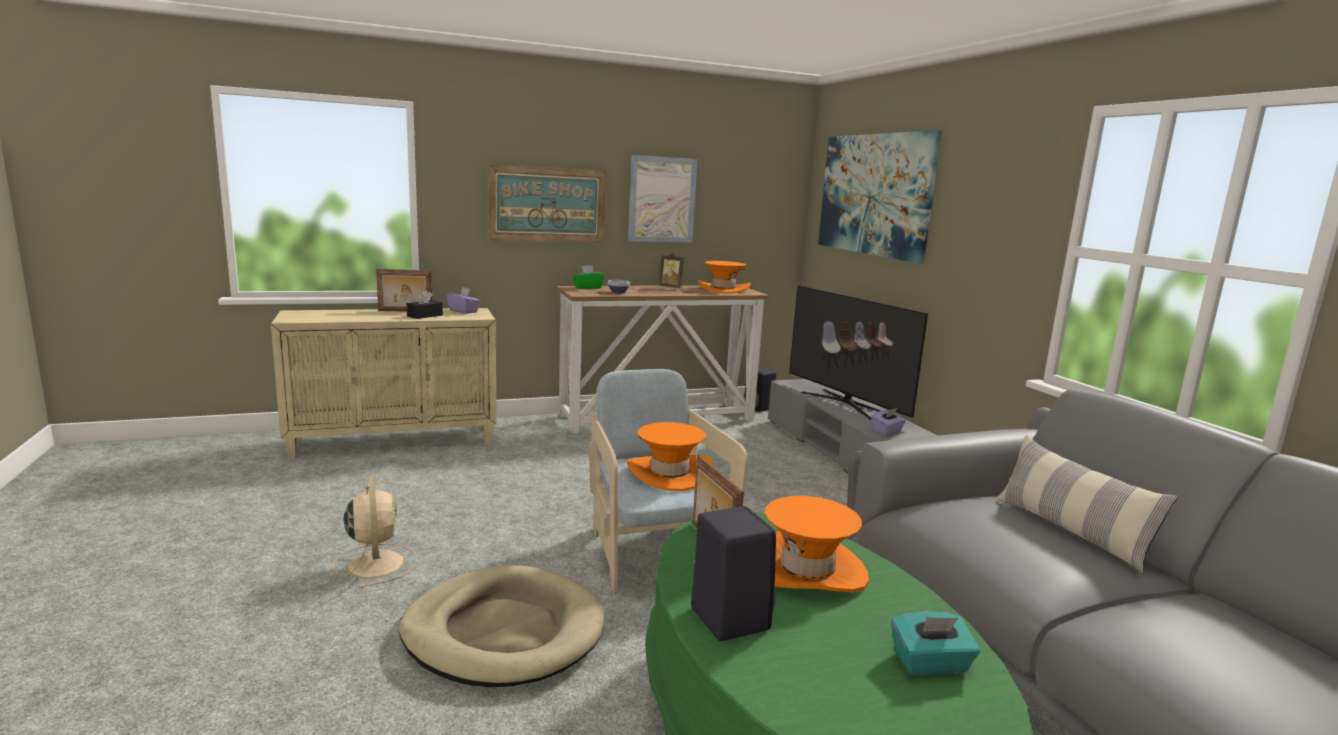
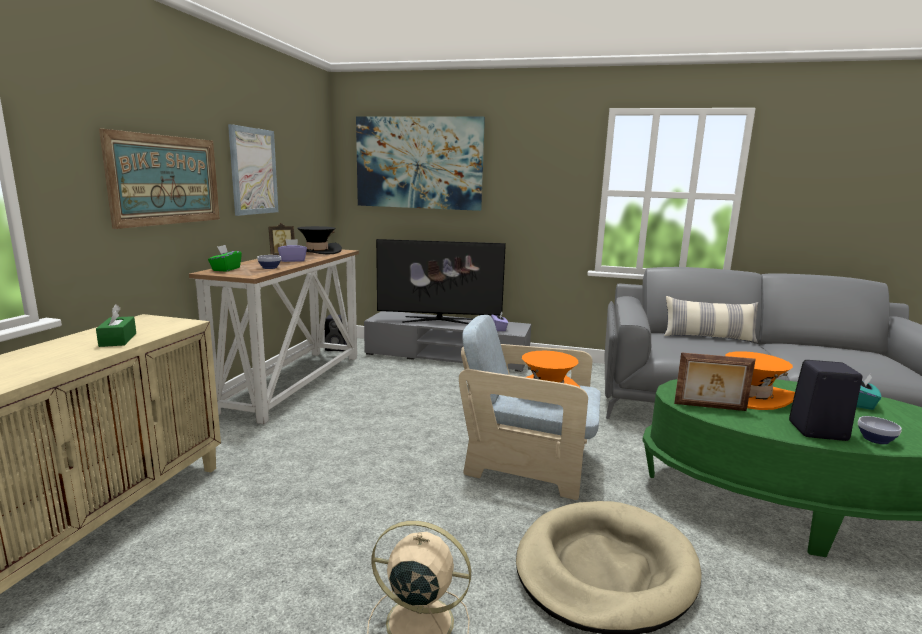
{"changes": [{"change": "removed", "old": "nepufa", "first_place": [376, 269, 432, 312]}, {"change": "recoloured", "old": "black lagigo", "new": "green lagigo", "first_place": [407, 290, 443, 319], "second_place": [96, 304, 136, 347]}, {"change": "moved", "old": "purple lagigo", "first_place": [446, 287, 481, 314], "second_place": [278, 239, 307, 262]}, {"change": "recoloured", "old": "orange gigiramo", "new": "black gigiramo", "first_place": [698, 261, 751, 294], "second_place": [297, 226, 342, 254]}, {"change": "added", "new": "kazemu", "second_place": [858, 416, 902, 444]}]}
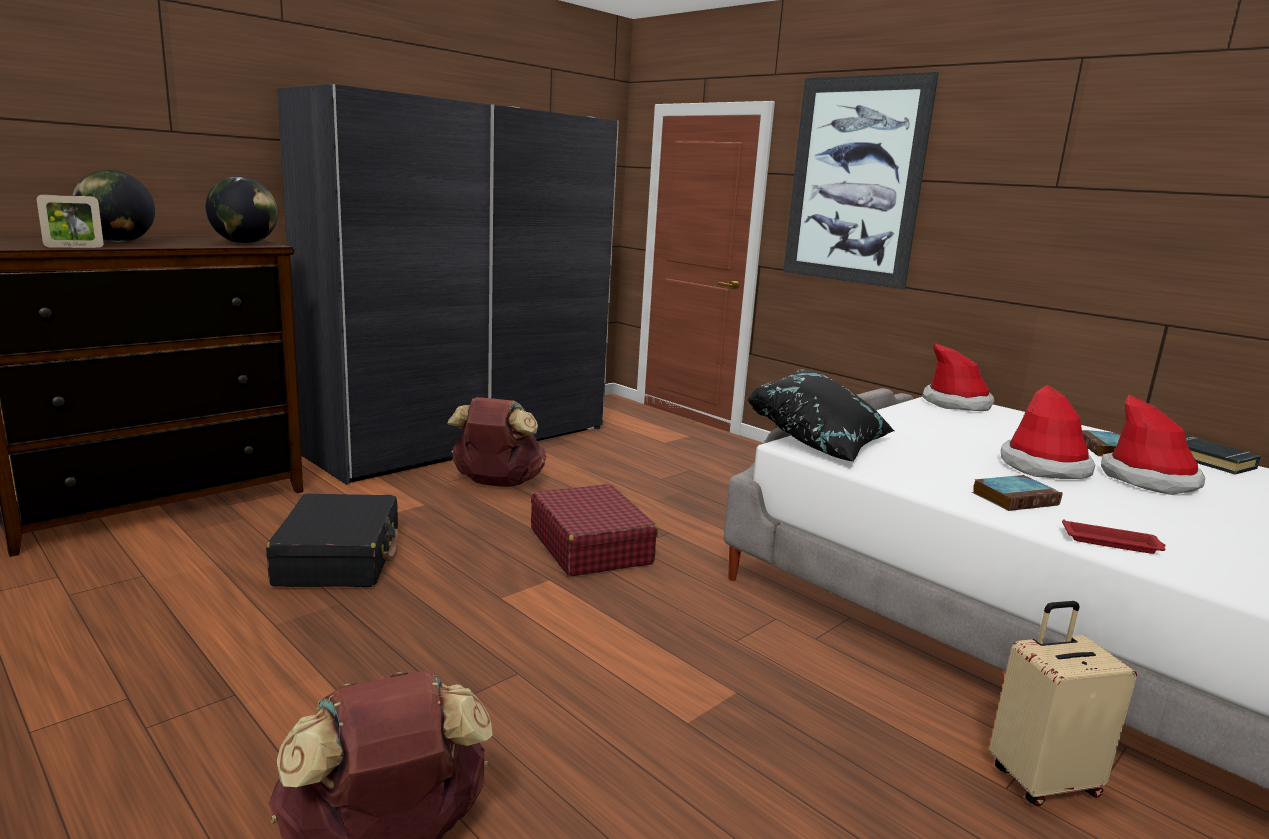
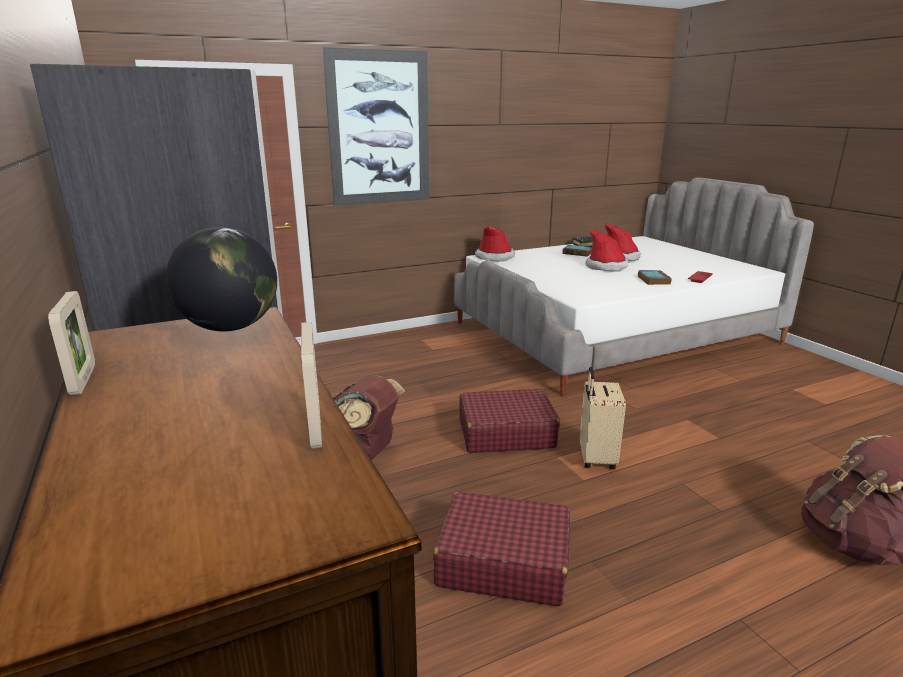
{"changes": [{"change": "removed", "old": "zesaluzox", "first_place": [72, 170, 155, 242]}, {"change": "recoloured", "old": "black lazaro", "new": "red lazaro", "first_place": [266, 494, 398, 587], "second_place": [433, 492, 570, 606]}, {"change": "removed", "old": "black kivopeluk", "first_place": [748, 369, 894, 462]}, {"change": "moved", "old": "beige lazaro", "first_place": [989, 601, 1137, 806], "second_place": [580, 367, 626, 469]}, {"change": "added", "new": "nepufa", "second_place": [48, 291, 95, 396]}]}
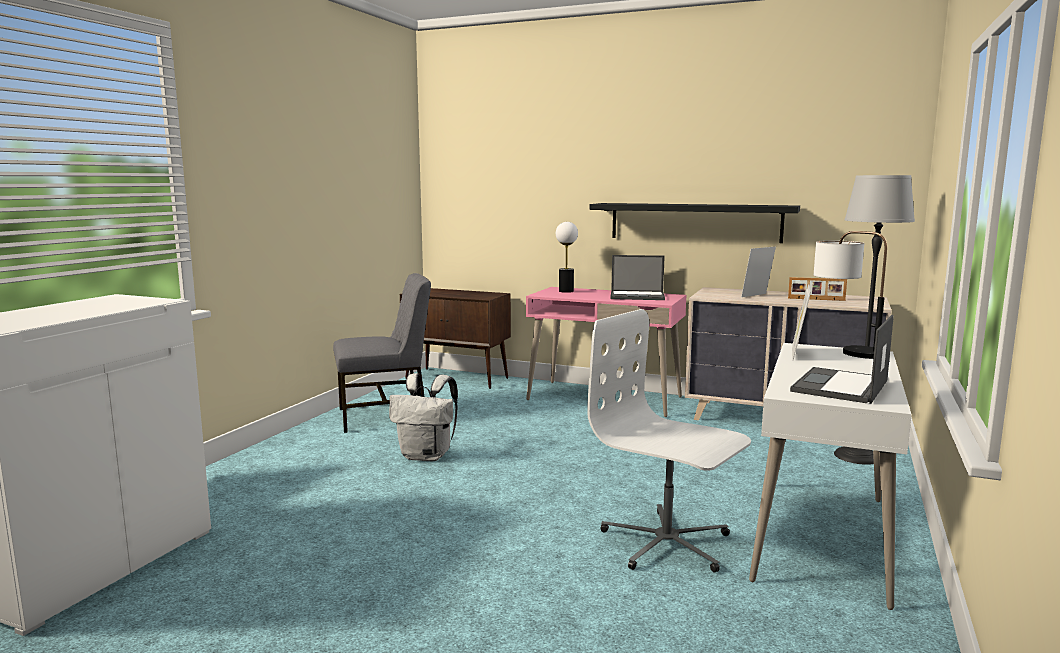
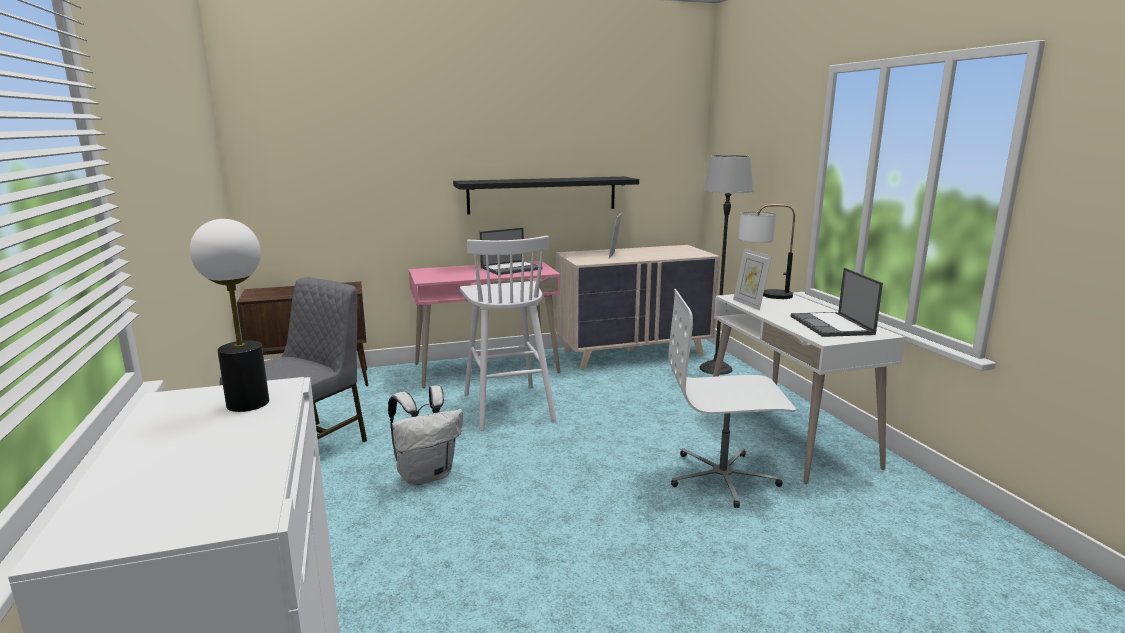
{"changes": [{"change": "moved", "old": "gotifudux", "first_place": [556, 222, 578, 293], "second_place": [190, 219, 269, 412]}, {"change": "removed", "old": "nepufa", "first_place": [788, 277, 847, 301]}, {"change": "added", "new": "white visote", "second_place": [460, 236, 556, 431]}]}
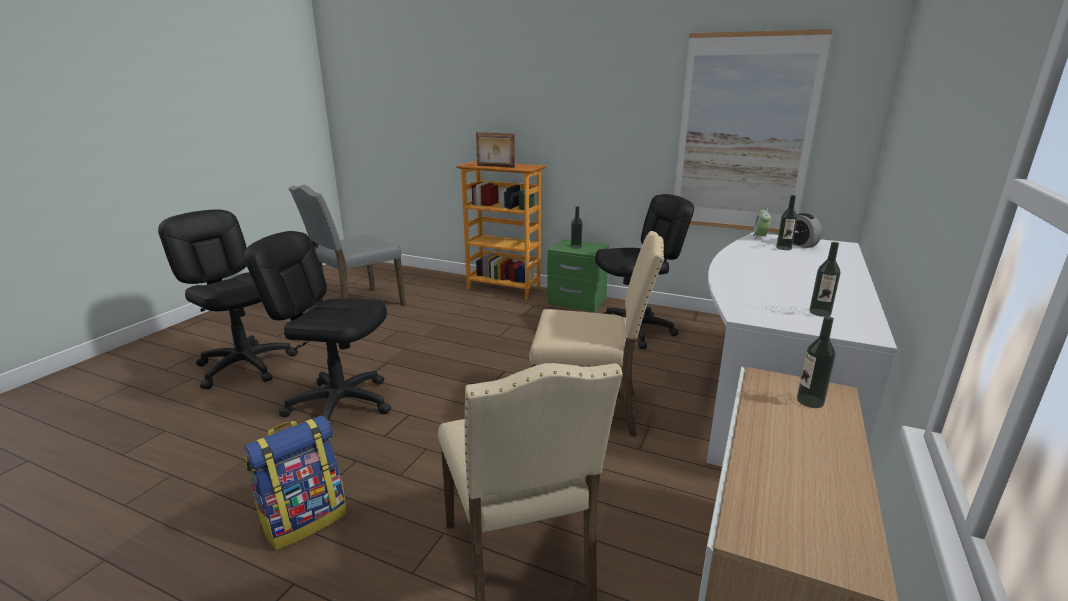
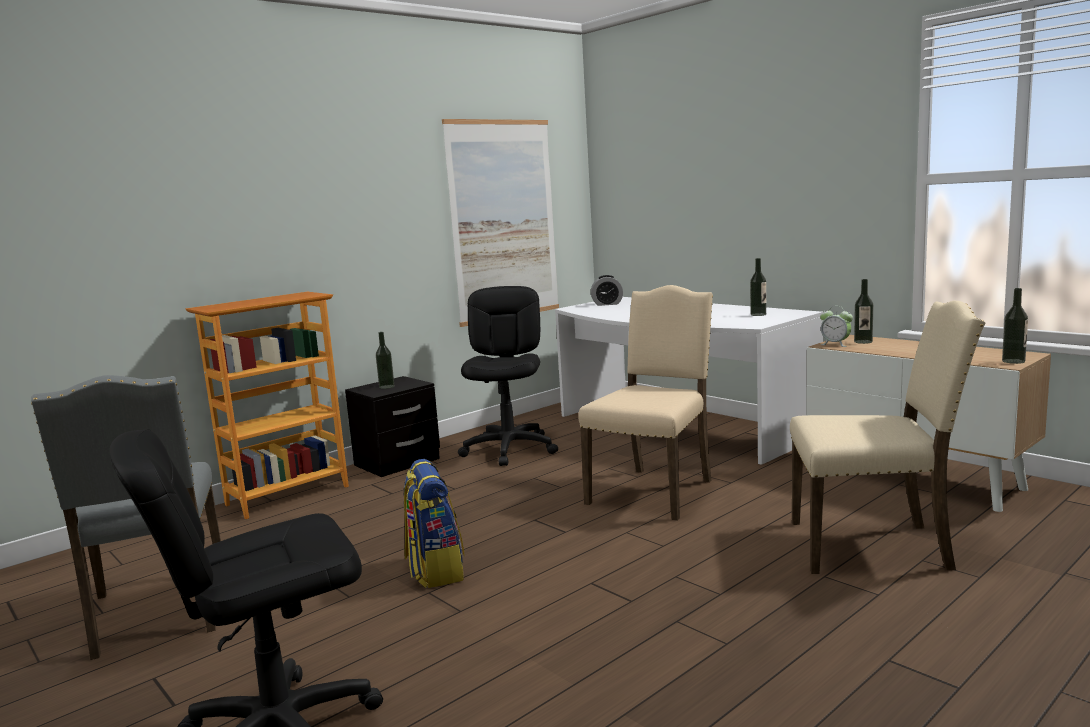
{"changes": [{"change": "removed", "old": "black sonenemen", "first_place": [244, 231, 391, 421]}, {"change": "moved", "old": "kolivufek", "first_place": [244, 416, 347, 550], "second_place": [404, 459, 465, 588]}, {"change": "removed", "old": "nepufa", "first_place": [476, 132, 515, 168]}, {"change": "recoloured", "old": "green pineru", "new": "black pineru", "first_place": [547, 239, 609, 312], "second_place": [345, 376, 440, 477]}, {"change": "moved", "old": "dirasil", "first_place": [753, 208, 771, 240], "second_place": [820, 306, 853, 347]}, {"change": "moved", "old": "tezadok", "first_place": [776, 195, 797, 250], "second_place": [1002, 288, 1028, 364]}]}
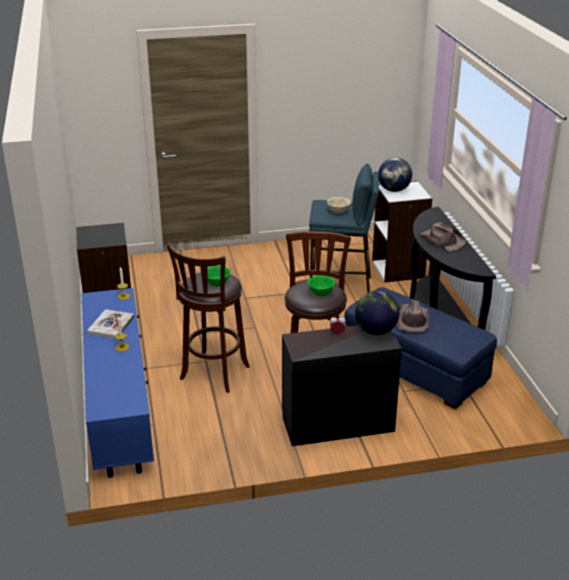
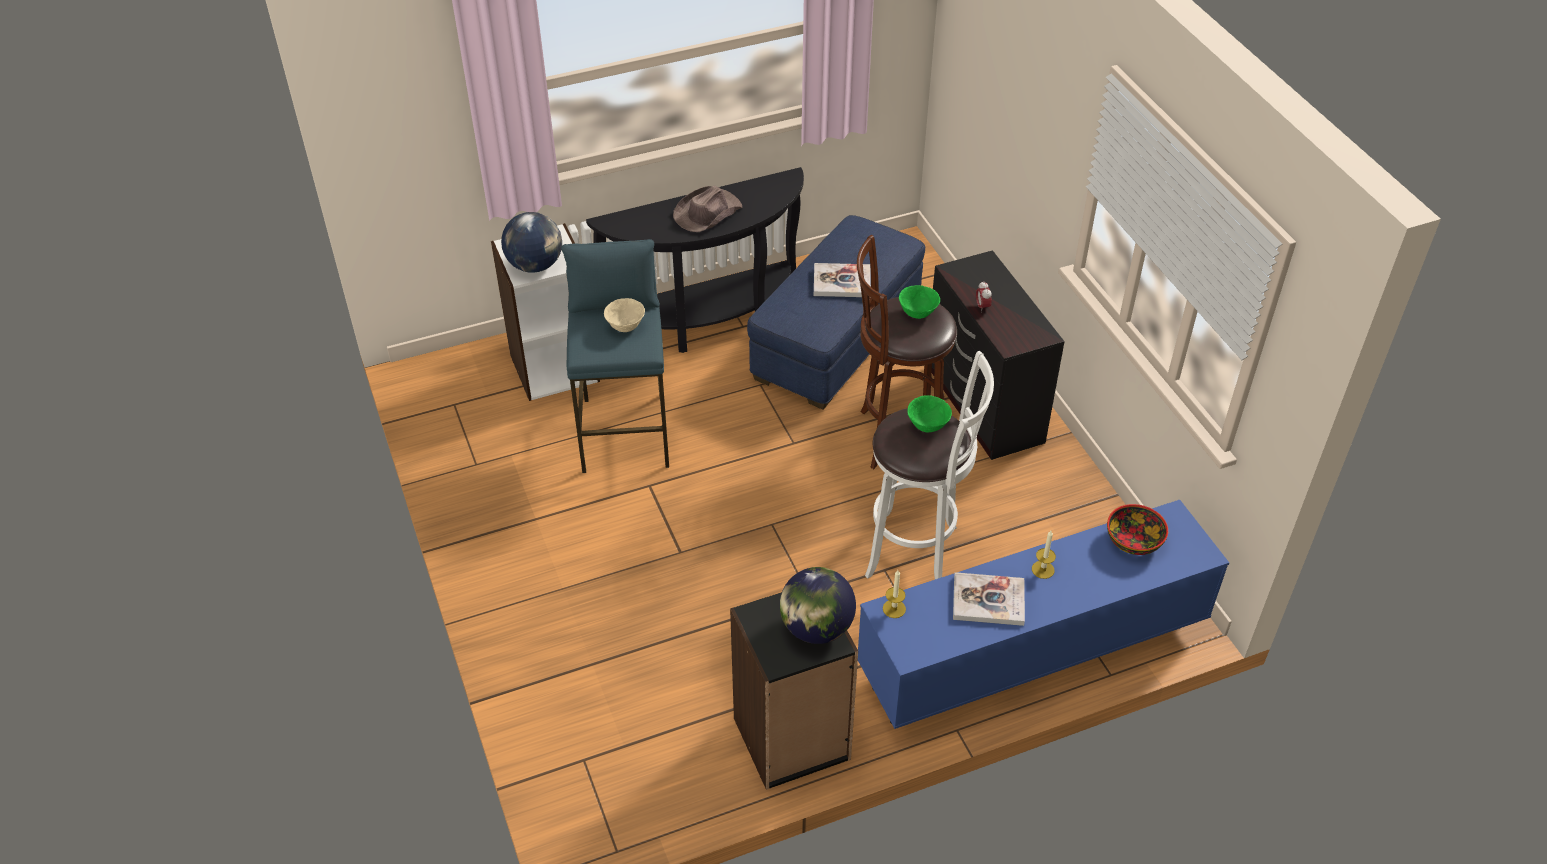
{"changes": [{"change": "recoloured", "old": "brown visote", "new": "white visote", "first_place": [167, 244, 250, 393], "second_place": [865, 351, 994, 579]}, {"change": "moved", "old": "zesaluzox", "first_place": [355, 291, 399, 335], "second_place": [780, 567, 856, 644]}, {"change": "replaced", "old": "brown gigiramo", "new": "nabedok", "first_place": [397, 300, 430, 333], "second_place": [814, 263, 871, 297]}, {"change": "added", "new": "kazemu", "second_place": [1107, 504, 1168, 555]}]}
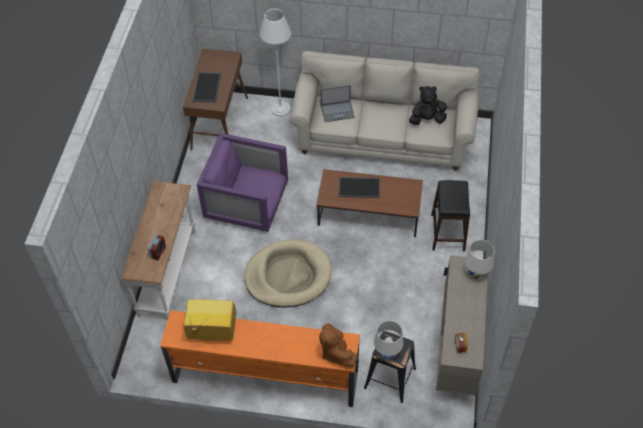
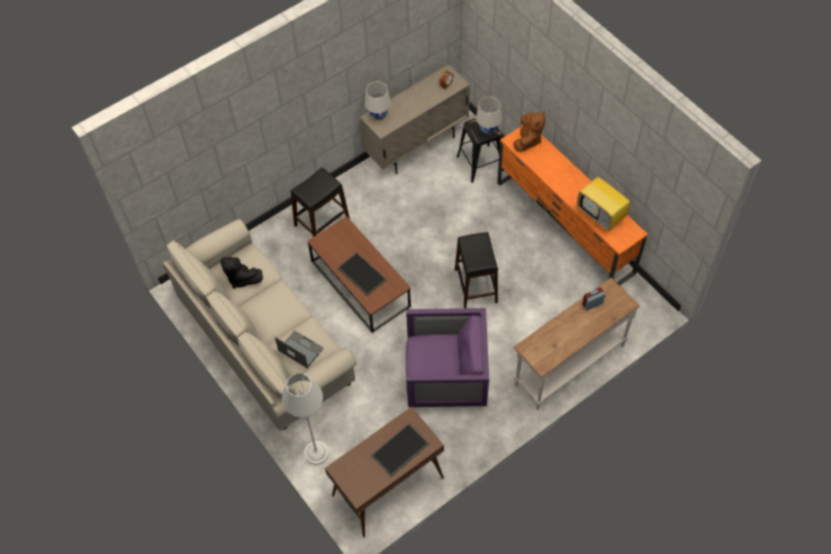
{"changes": [{"change": "turned", "old": "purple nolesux", "first_place": [197, 133, 288, 232], "second_place": [406, 308, 489, 407], "degrees": -60}, {"change": "replaced", "old": "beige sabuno", "new": "black visote", "first_place": [244, 239, 332, 308], "second_place": [455, 232, 498, 308]}]}
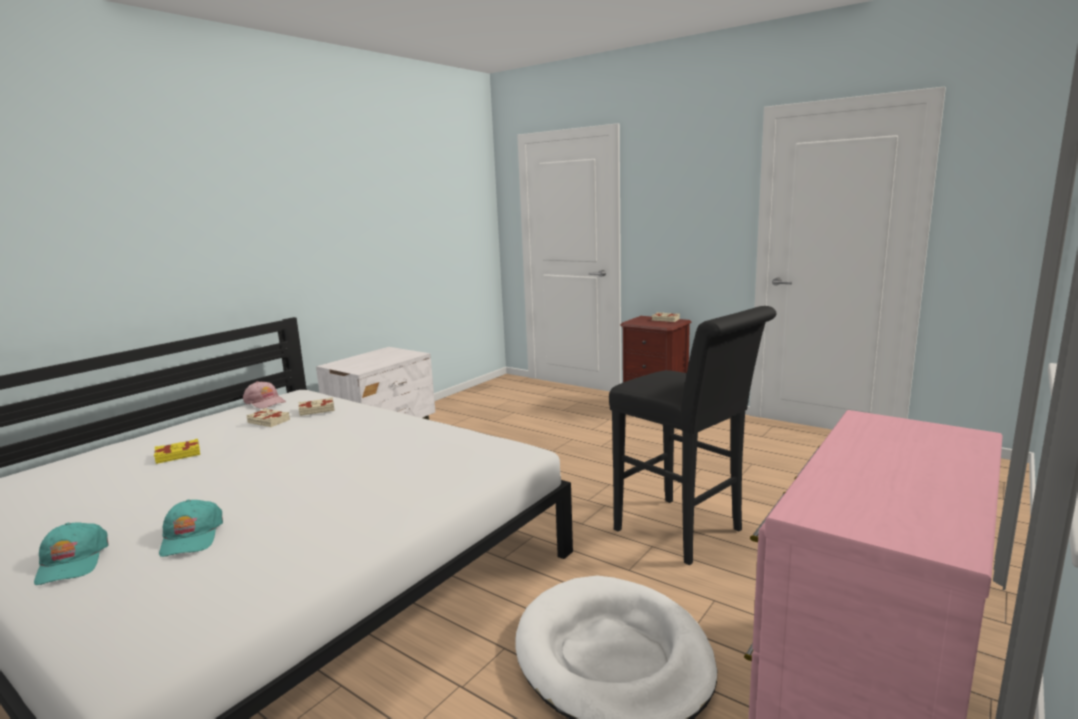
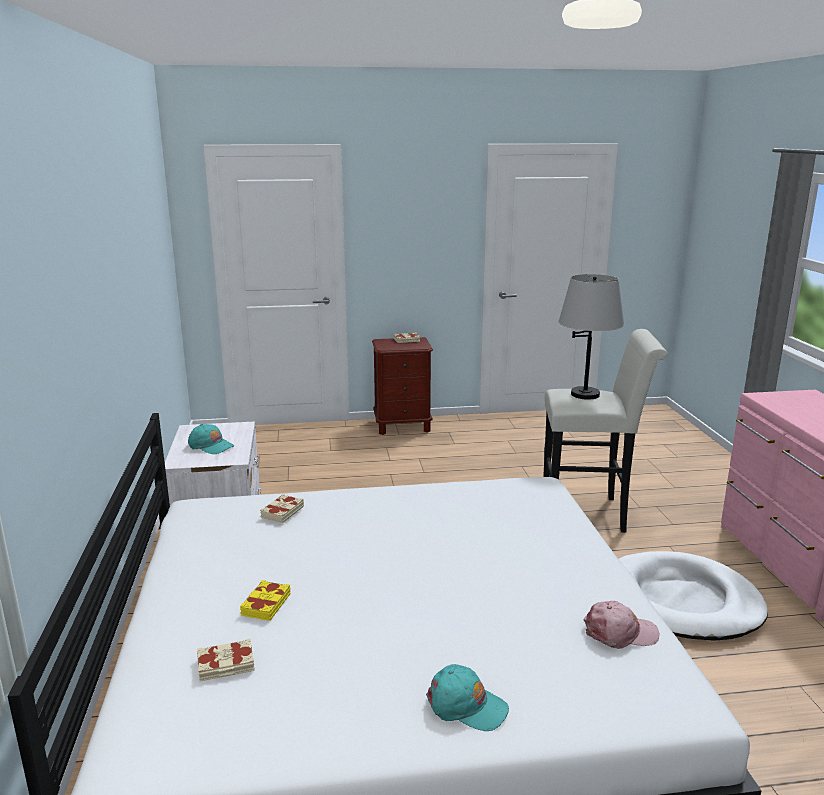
{"changes": [{"change": "moved", "old": "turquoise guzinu", "first_place": [159, 499, 223, 557], "second_place": [188, 424, 234, 454]}, {"change": "moved", "old": "pink guzinu", "first_place": [243, 381, 286, 409], "second_place": [584, 601, 659, 649]}, {"change": "moved", "old": "beige nabedok", "first_place": [246, 408, 290, 427], "second_place": [197, 639, 255, 681]}, {"change": "recoloured", "old": "black visote", "new": "white visote", "first_place": [609, 306, 777, 565], "second_place": [543, 329, 668, 533]}, {"change": "added", "new": "grey gotifudux", "second_place": [559, 274, 624, 400]}]}
